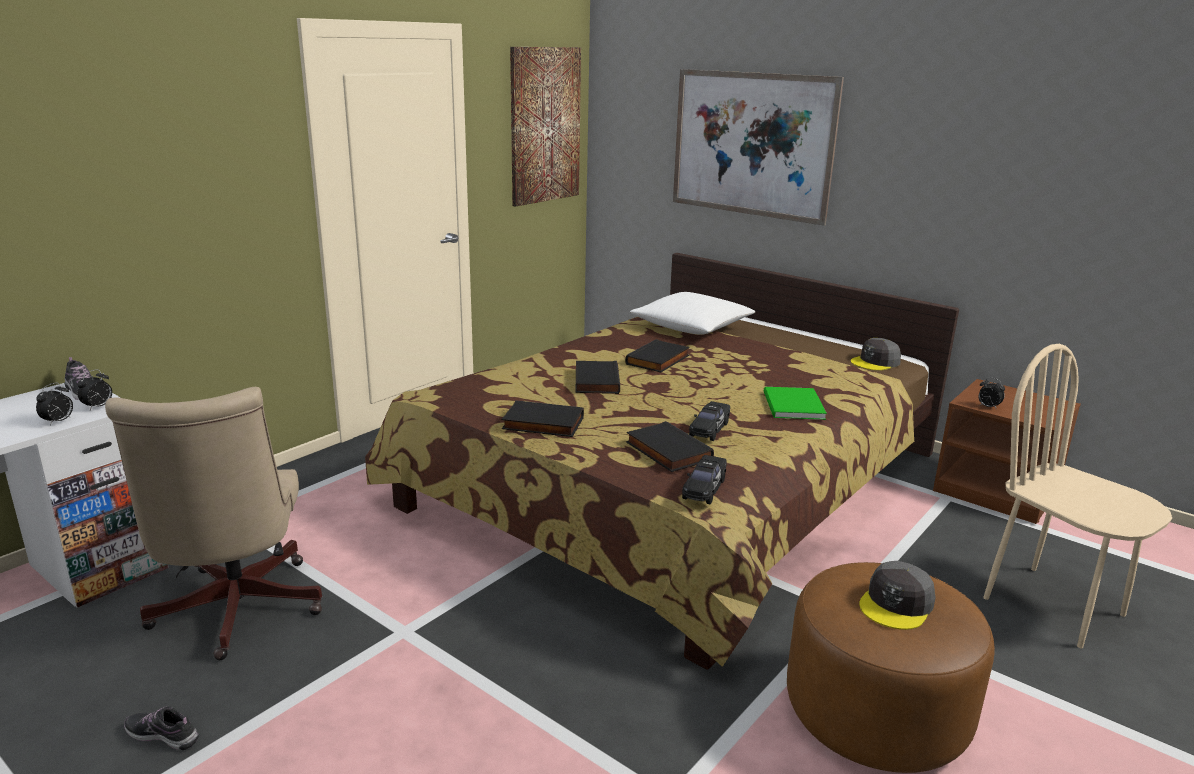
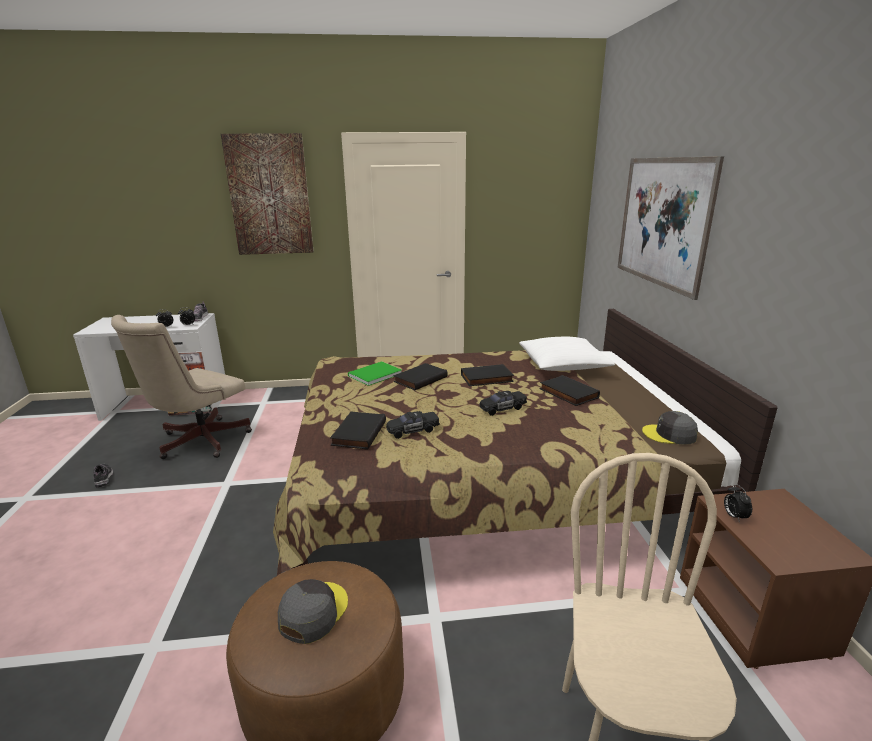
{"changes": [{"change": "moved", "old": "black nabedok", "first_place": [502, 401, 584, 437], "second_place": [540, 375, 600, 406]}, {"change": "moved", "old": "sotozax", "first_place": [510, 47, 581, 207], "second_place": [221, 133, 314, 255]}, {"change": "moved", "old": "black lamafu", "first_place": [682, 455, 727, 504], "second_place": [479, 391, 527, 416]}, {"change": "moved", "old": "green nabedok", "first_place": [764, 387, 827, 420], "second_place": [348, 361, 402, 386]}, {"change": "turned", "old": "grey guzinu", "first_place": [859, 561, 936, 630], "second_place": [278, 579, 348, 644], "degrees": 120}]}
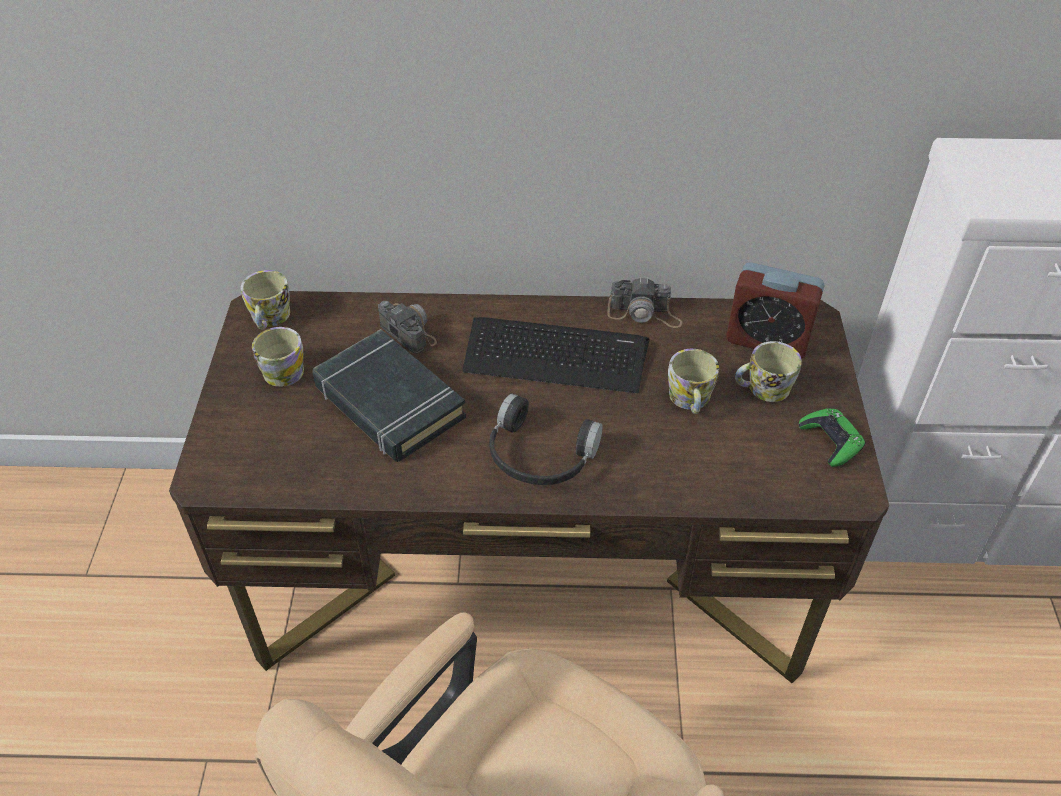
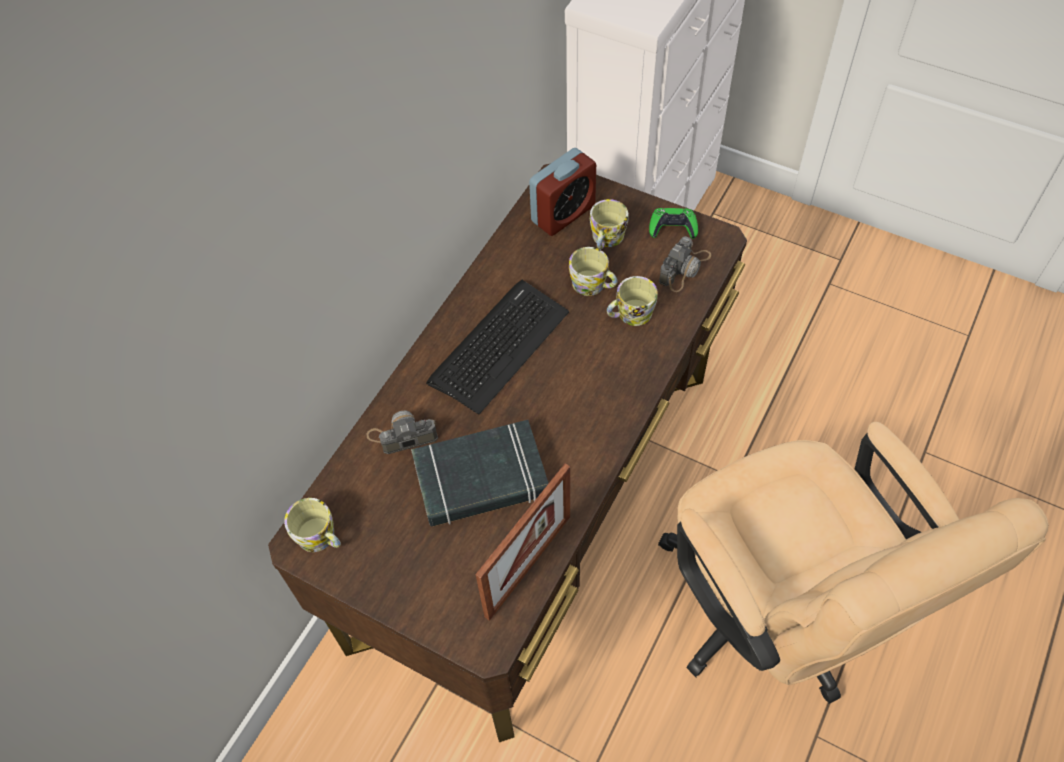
{"changes": [{"change": "moved", "old": "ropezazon", "first_place": [252, 327, 304, 387], "second_place": [607, 276, 658, 326]}, {"change": "removed", "old": "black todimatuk", "first_place": [489, 394, 603, 485]}, {"change": "moved", "old": "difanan", "first_place": [607, 277, 682, 328], "second_place": [659, 236, 711, 292]}, {"change": "added", "new": "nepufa", "second_place": [475, 463, 570, 621]}]}
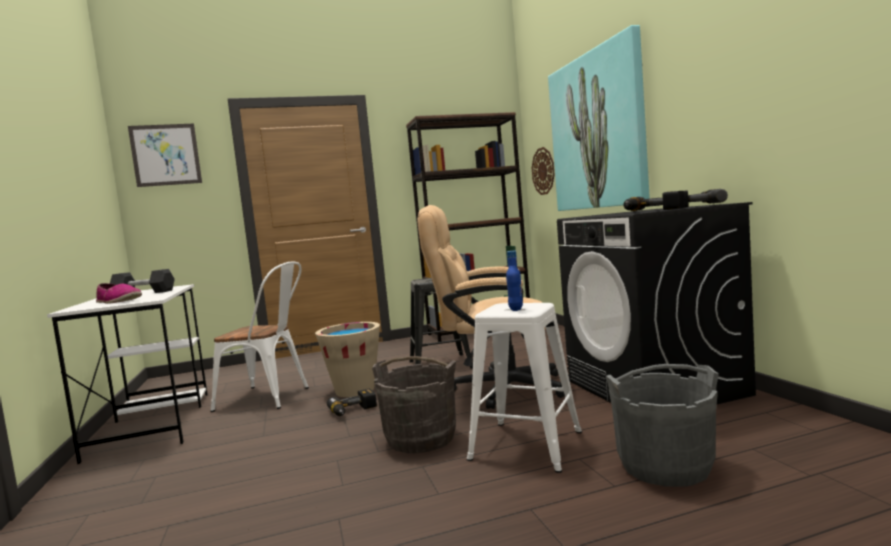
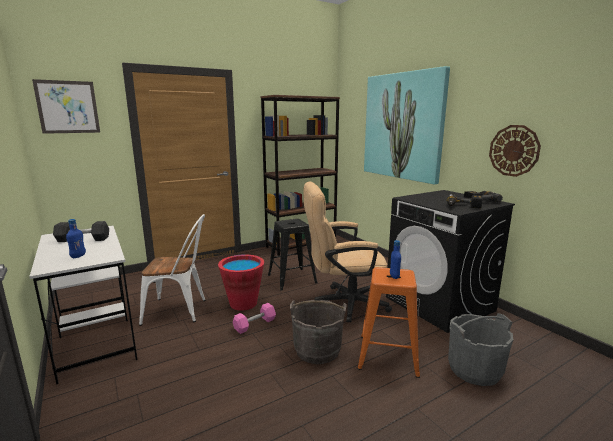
{"changes": [{"change": "replaced", "old": "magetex", "new": "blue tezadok", "first_place": [96, 283, 142, 304], "second_place": [66, 219, 86, 258]}, {"change": "recoloured", "old": "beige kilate", "new": "red kilate", "first_place": [315, 322, 380, 397], "second_place": [218, 254, 264, 311]}, {"change": "replaced", "old": "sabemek", "new": "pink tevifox", "first_place": [327, 388, 377, 416], "second_place": [233, 303, 276, 334]}, {"change": "recoloured", "old": "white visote", "new": "orange visote", "first_place": [467, 303, 582, 473], "second_place": [357, 267, 420, 378]}, {"change": "moved", "old": "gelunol", "first_place": [532, 147, 555, 195], "second_place": [489, 125, 541, 177]}]}
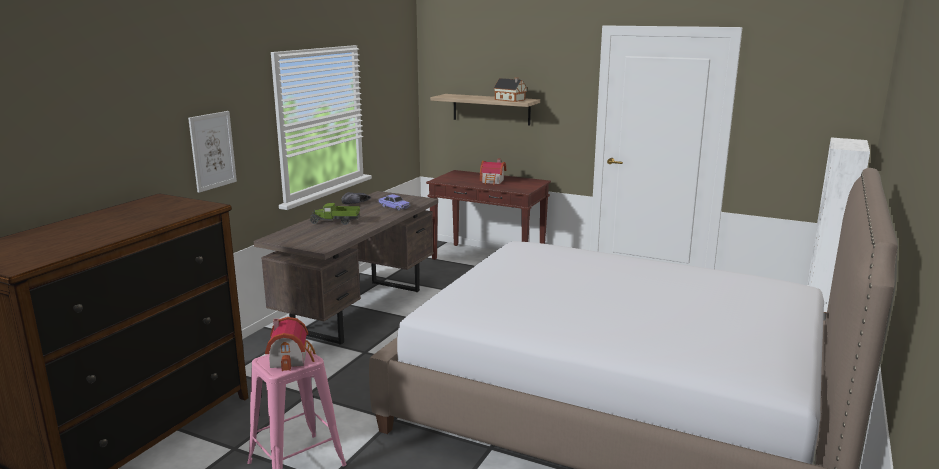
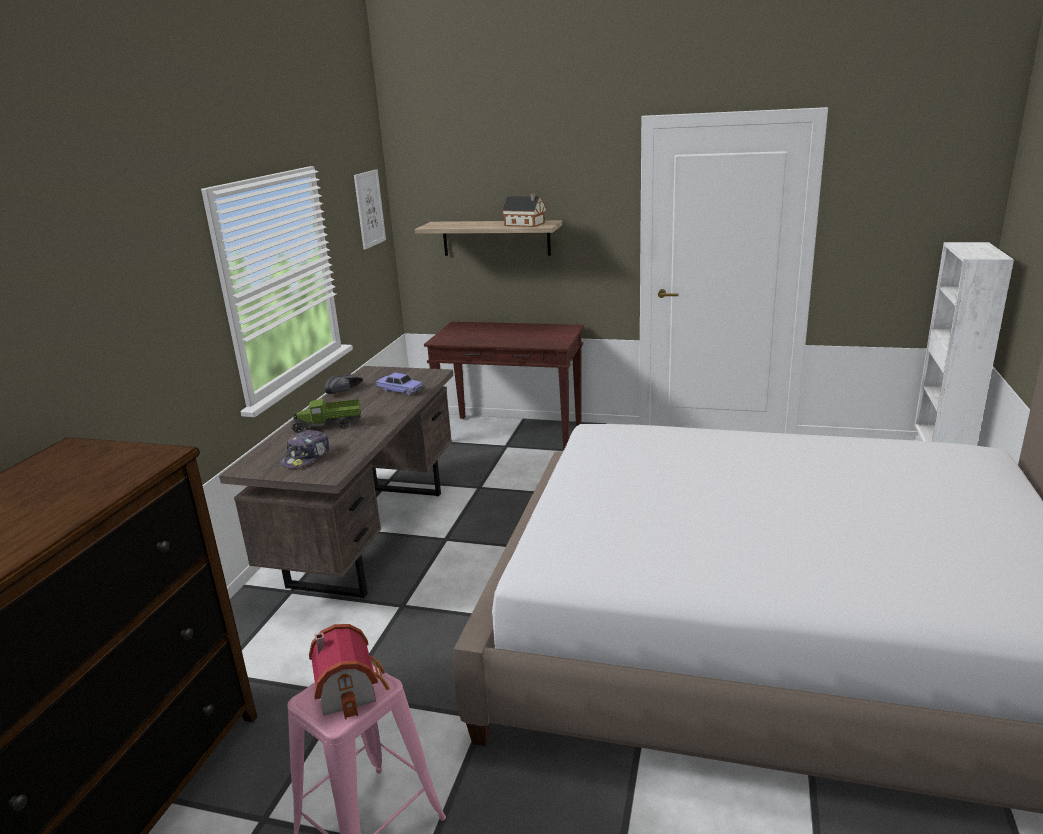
{"changes": [{"change": "moved", "old": "sotozax", "first_place": [188, 111, 237, 193], "second_place": [354, 170, 386, 250]}, {"change": "removed", "old": "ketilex", "first_place": [480, 159, 506, 185]}, {"change": "added", "new": "guzinu", "second_place": [280, 429, 329, 468]}]}
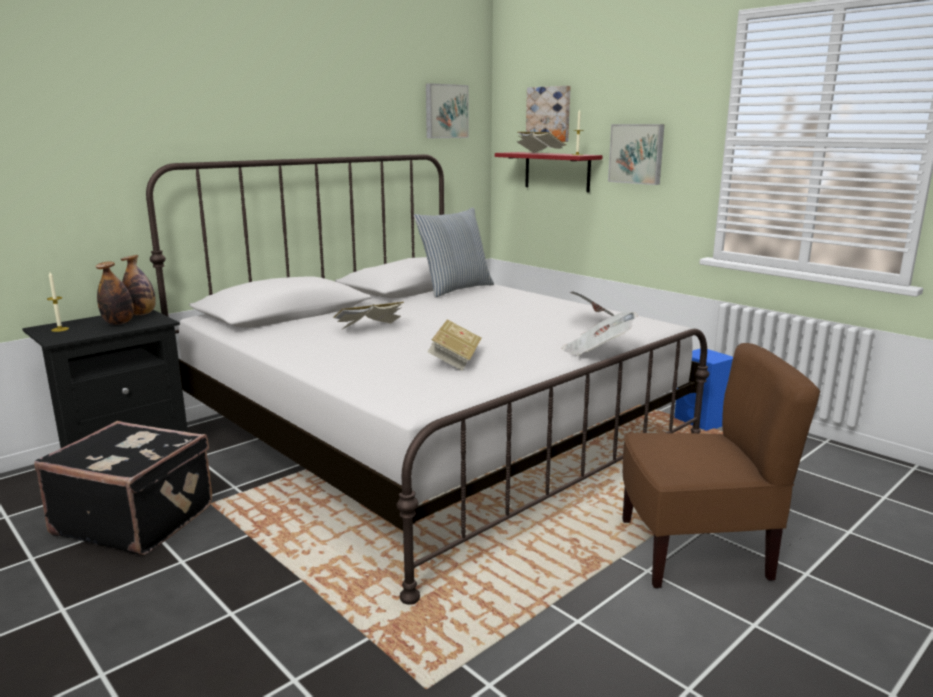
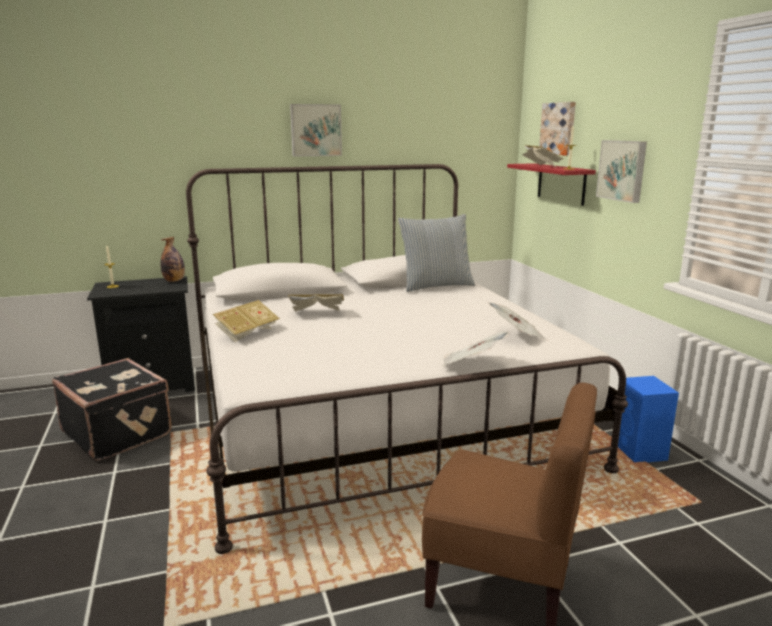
{"changes": [{"change": "removed", "old": "tezadok", "first_place": [96, 261, 134, 325]}, {"change": "moved", "old": "sotozax", "first_place": [426, 83, 469, 138], "second_place": [290, 104, 342, 156]}, {"change": "moved", "old": "nabedok", "first_place": [427, 319, 481, 371], "second_place": [213, 300, 280, 342]}]}
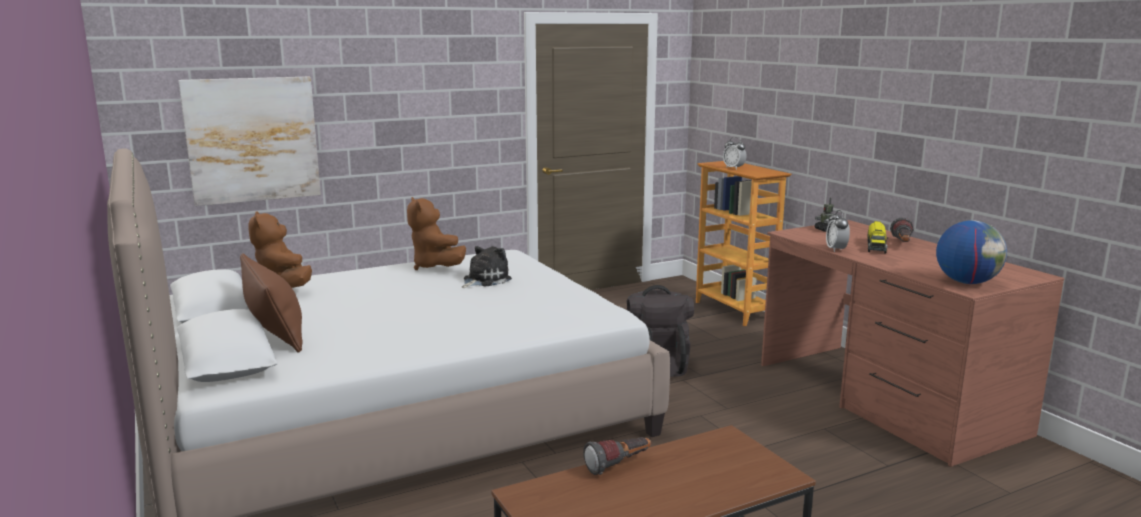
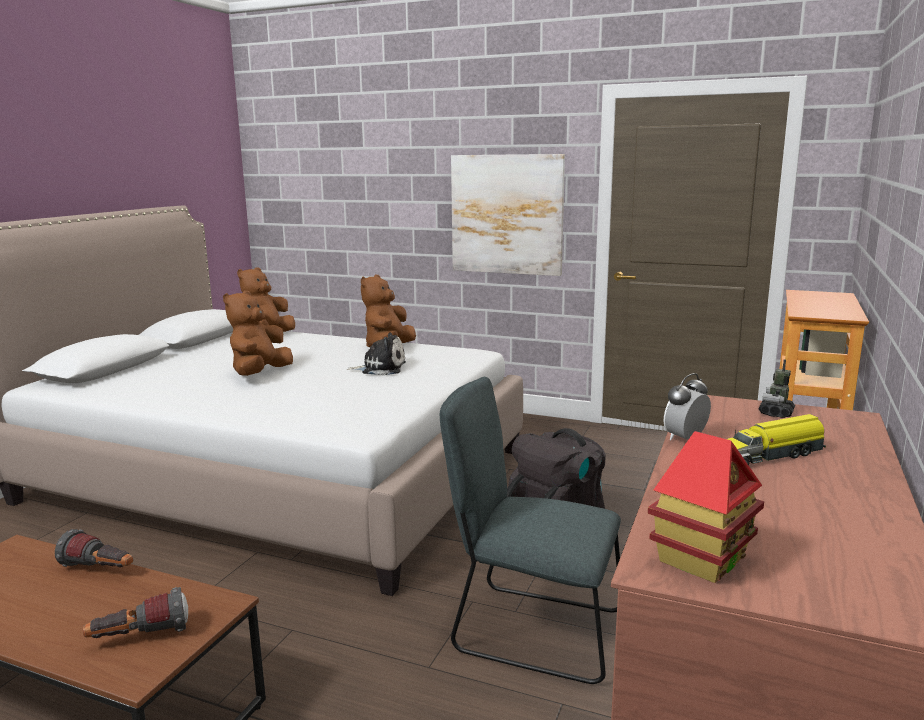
{"changes": [{"change": "moved", "old": "sotozax", "first_place": [179, 77, 321, 206], "second_place": [451, 154, 565, 276]}, {"change": "removed", "old": "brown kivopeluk", "first_place": [240, 253, 303, 353]}, {"change": "removed", "old": "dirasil", "first_place": [723, 137, 747, 170]}, {"change": "moved", "old": "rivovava", "first_place": [890, 218, 914, 242], "second_place": [83, 587, 188, 638]}, {"change": "replaced", "old": "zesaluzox", "new": "ketilex", "first_place": [936, 220, 1007, 284], "second_place": [648, 431, 764, 583]}, {"change": "added", "new": "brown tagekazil", "second_place": [223, 291, 293, 376]}, {"change": "added", "new": "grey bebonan", "second_place": [440, 377, 621, 684]}]}
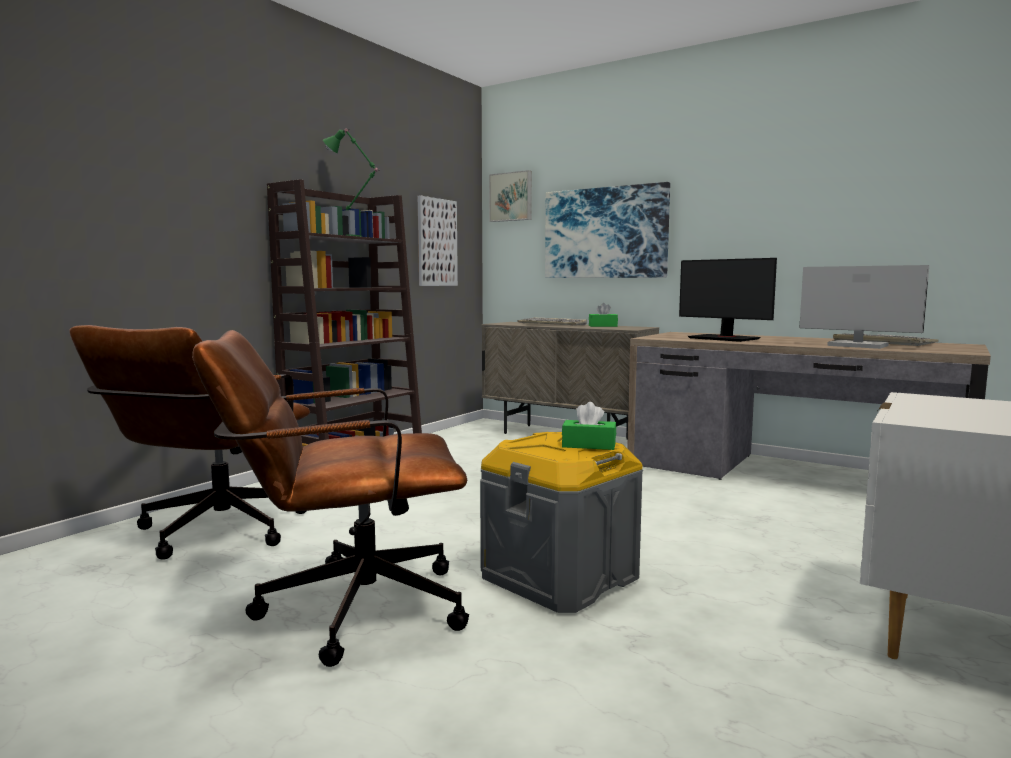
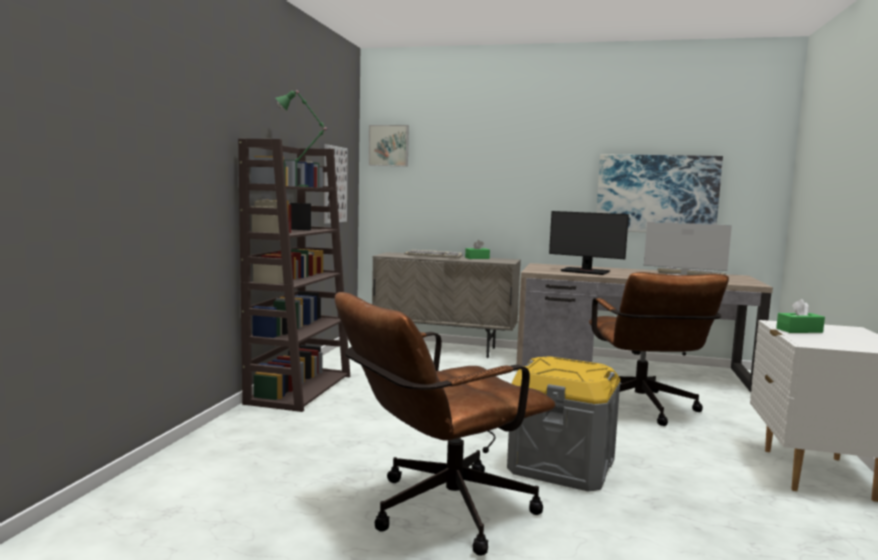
{"changes": [{"change": "moved", "old": "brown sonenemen", "first_place": [69, 325, 310, 560], "second_place": [589, 272, 729, 426]}, {"change": "moved", "old": "sotozax", "first_place": [545, 182, 670, 278], "second_place": [596, 154, 723, 232]}, {"change": "moved", "old": "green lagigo", "first_place": [562, 402, 616, 450], "second_place": [776, 299, 825, 333]}]}
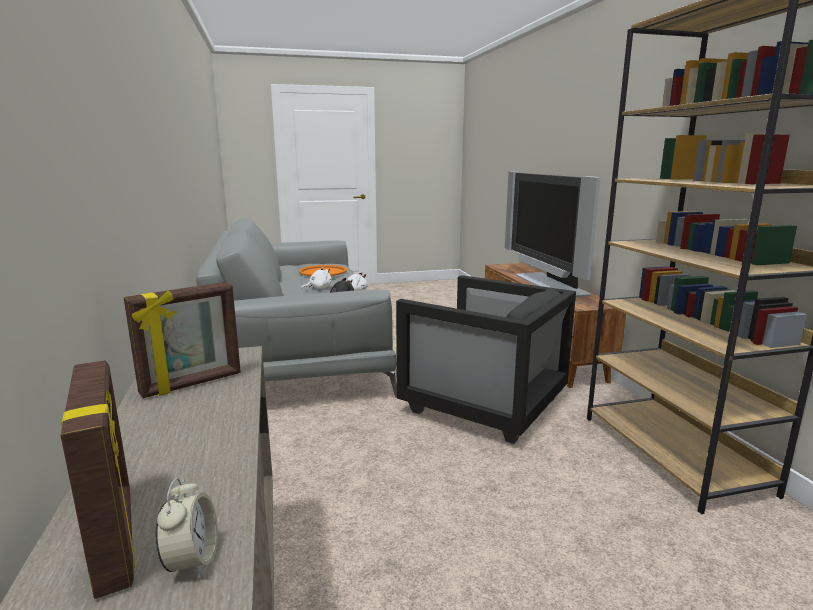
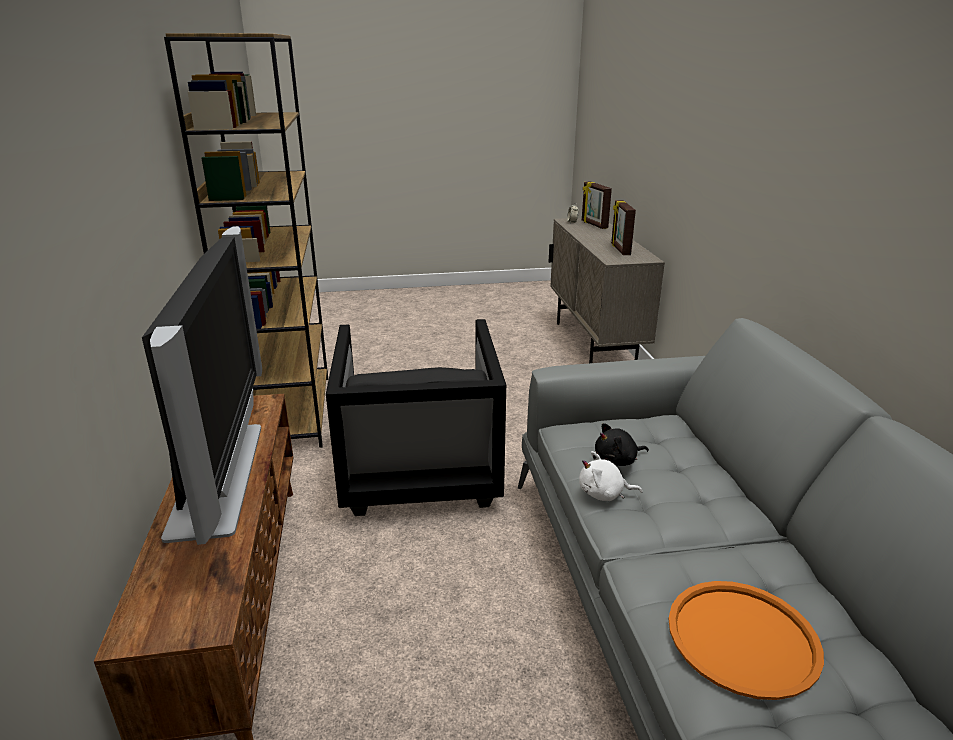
{"changes": [{"change": "turned", "old": "nepufa", "first_place": [124, 282, 241, 398], "second_place": [611, 200, 636, 255], "degrees": -60}, {"change": "removed", "old": "white tagekazil", "first_place": [301, 267, 332, 289]}, {"change": "turned", "old": "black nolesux", "first_place": [396, 275, 576, 444], "second_place": [326, 319, 506, 516], "degrees": -135}]}
